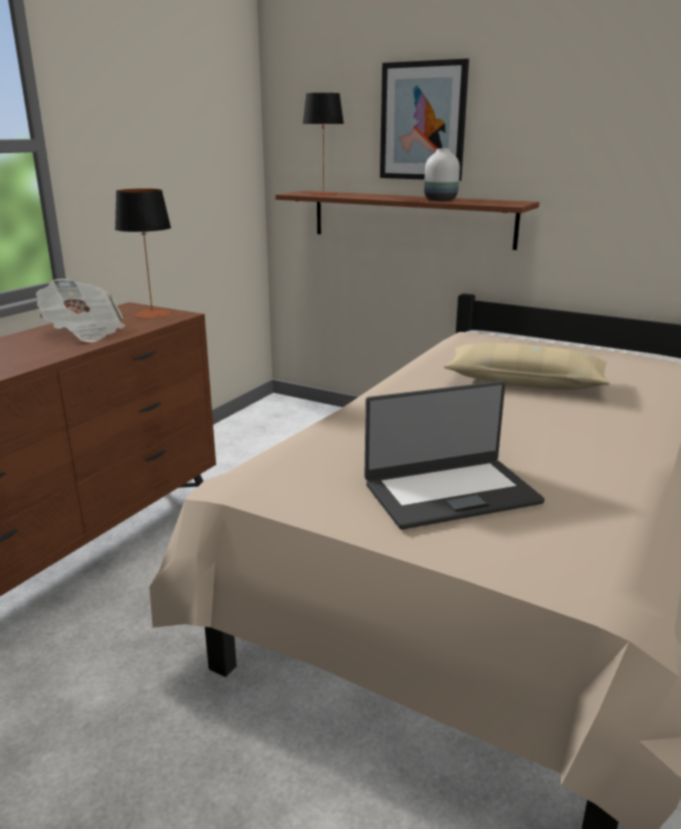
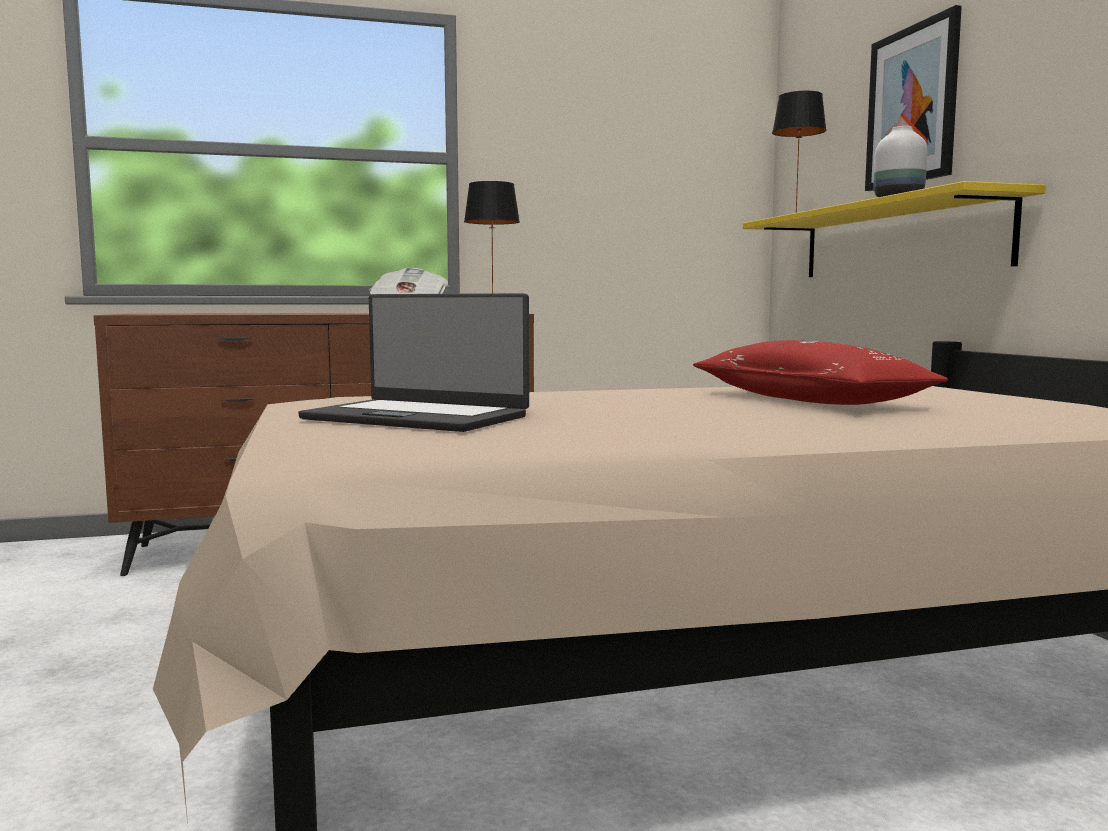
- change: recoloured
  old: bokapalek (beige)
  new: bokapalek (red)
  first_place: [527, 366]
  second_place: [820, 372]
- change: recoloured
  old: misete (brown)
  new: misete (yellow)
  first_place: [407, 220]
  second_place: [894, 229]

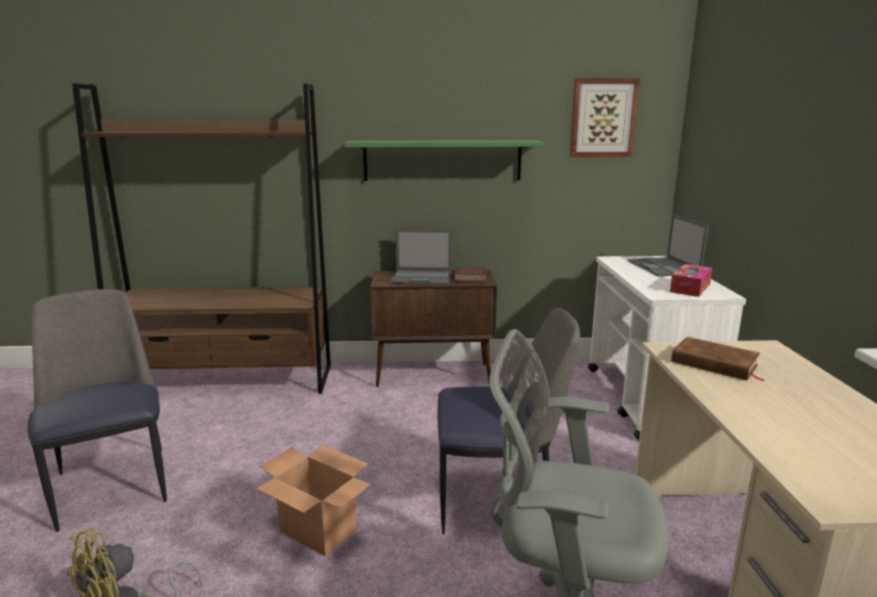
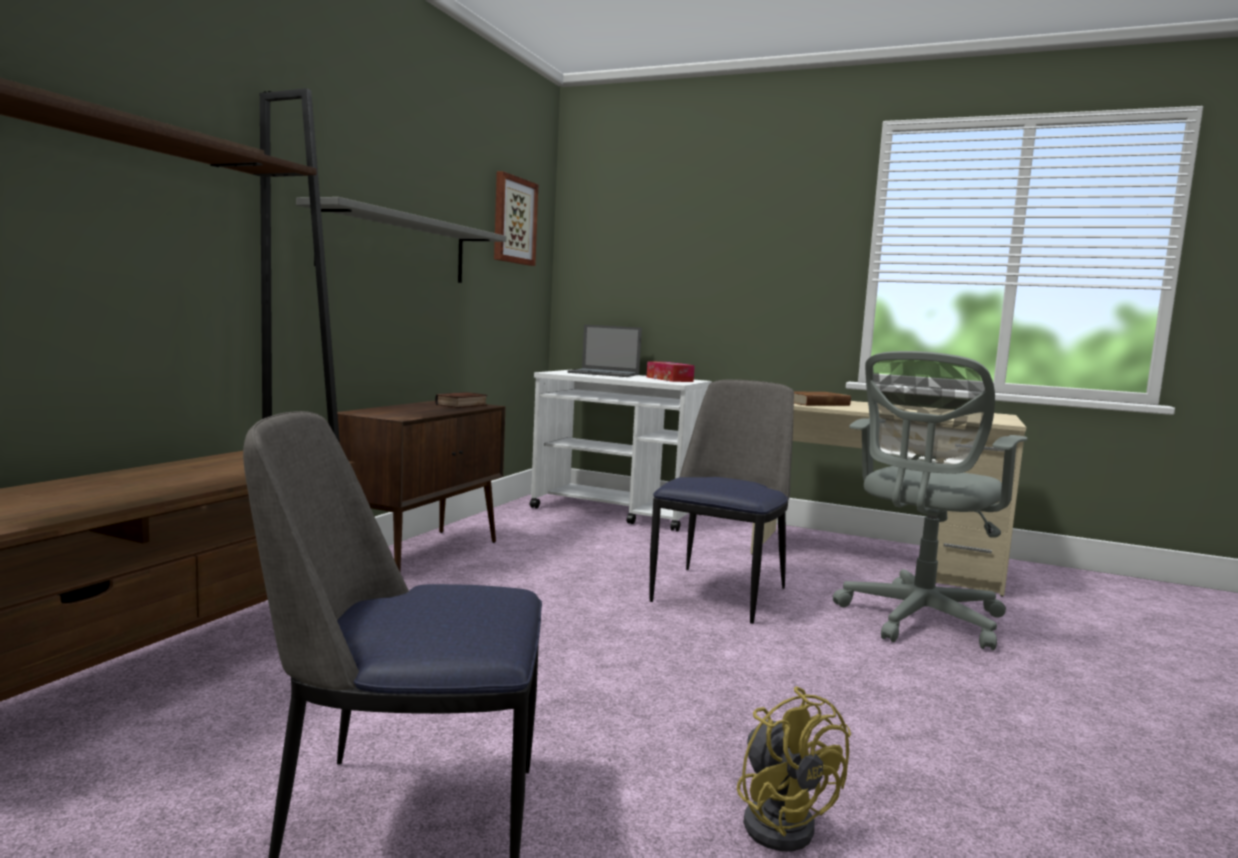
- change: recoloured
  old: misete (green)
  new: misete (grey)
  first_place: [443, 160]
  second_place: [401, 240]
- change: removed
  old: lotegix
  first_place: [313, 500]
- change: removed
  old: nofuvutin
  first_place: [421, 257]

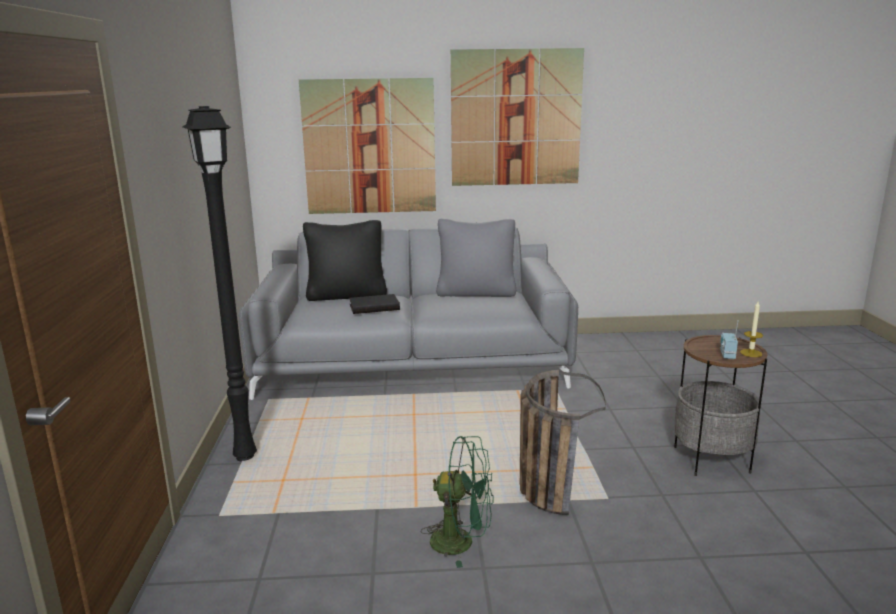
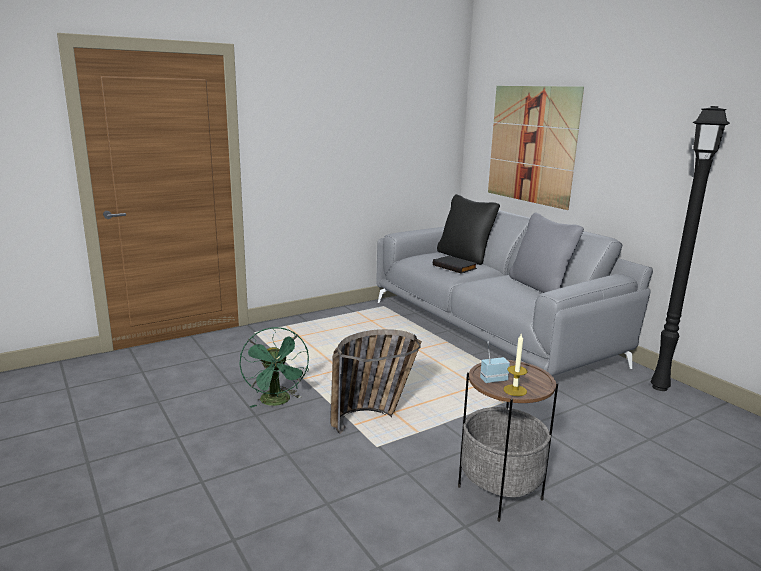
- change: moved
  old: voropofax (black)
  first_place: [220, 284]
  second_place: [690, 248]
- change: removed
  old: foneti
  first_place: [517, 117]

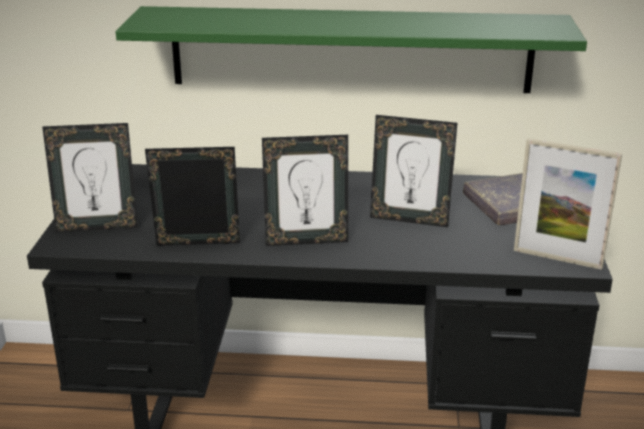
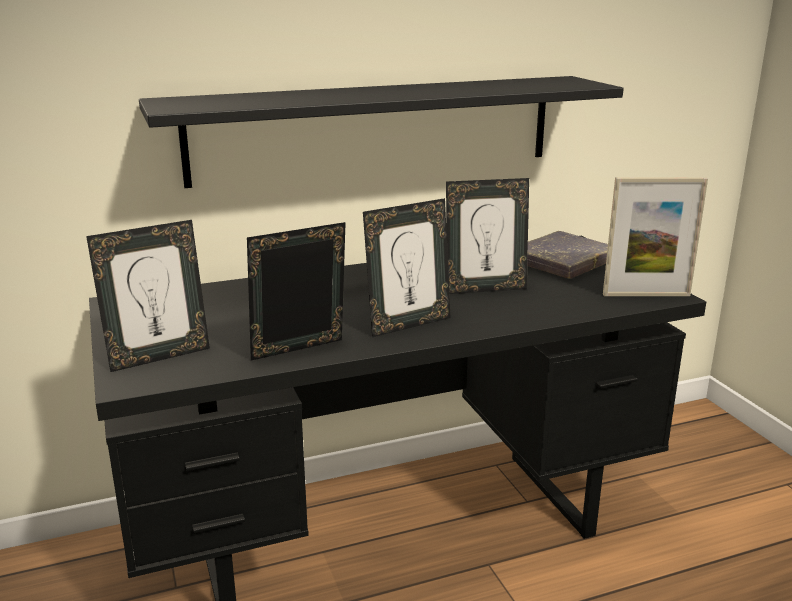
- change: recoloured
  old: misete (green)
  new: misete (black)
  first_place: [351, 49]
  second_place: [381, 132]

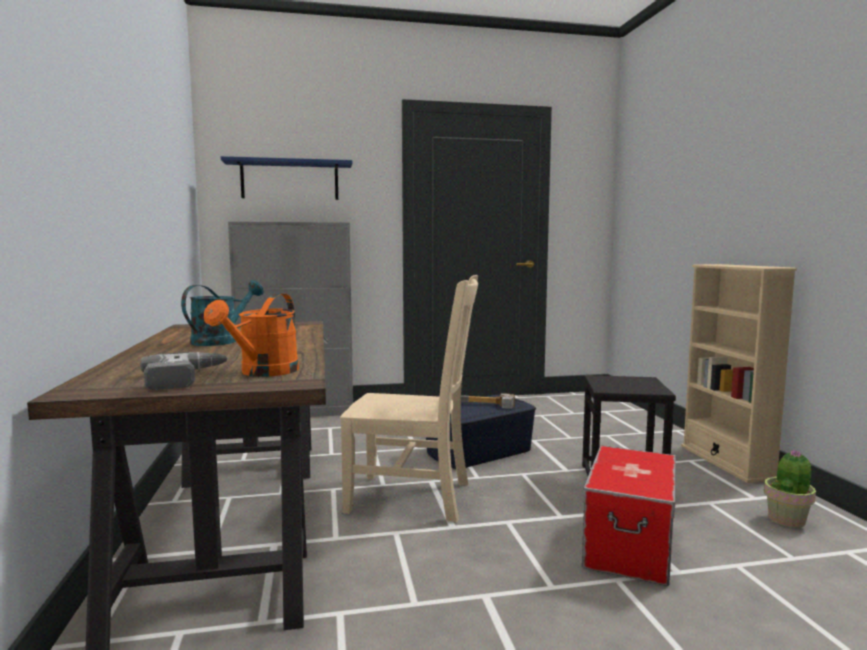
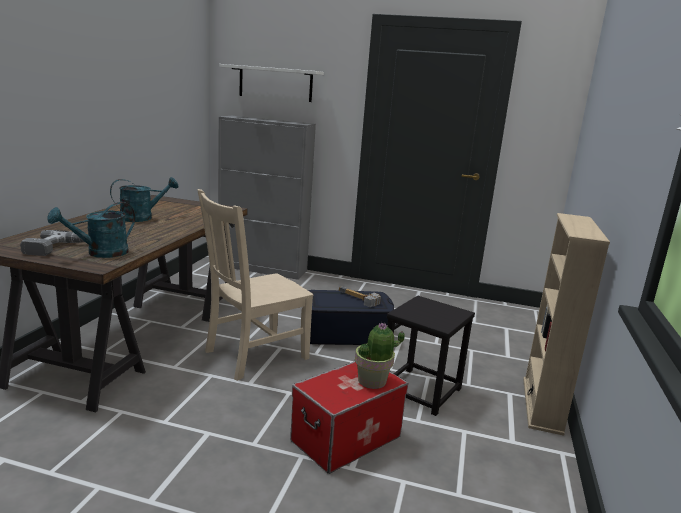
- change: recoloured
  old: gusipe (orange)
  new: gusipe (turquoise)
  first_place: [251, 335]
  second_place: [91, 230]
- change: turned
  old: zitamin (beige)
  first_place: [409, 398]
  second_place: [255, 285]
  degrees: 105
- change: recoloured
  old: misete (blue)
  new: misete (white)
  first_place: [287, 178]
  second_place: [271, 83]
- change: moved
  old: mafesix
  first_place: [790, 488]
  second_place: [380, 355]

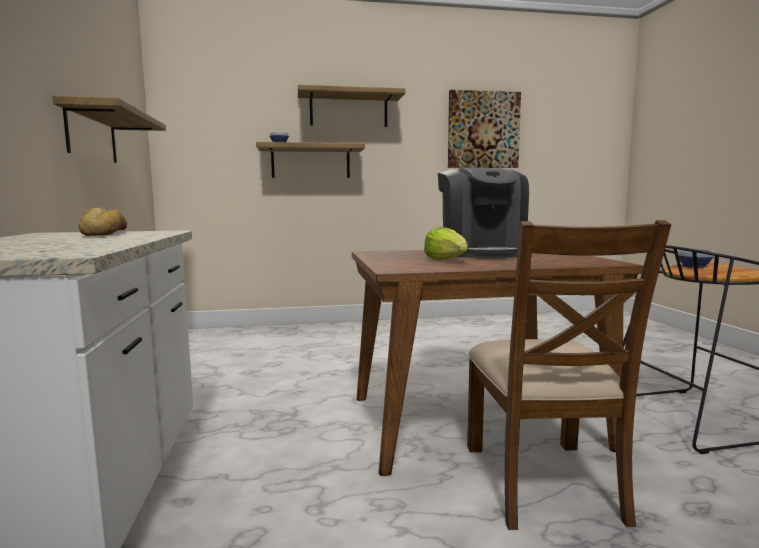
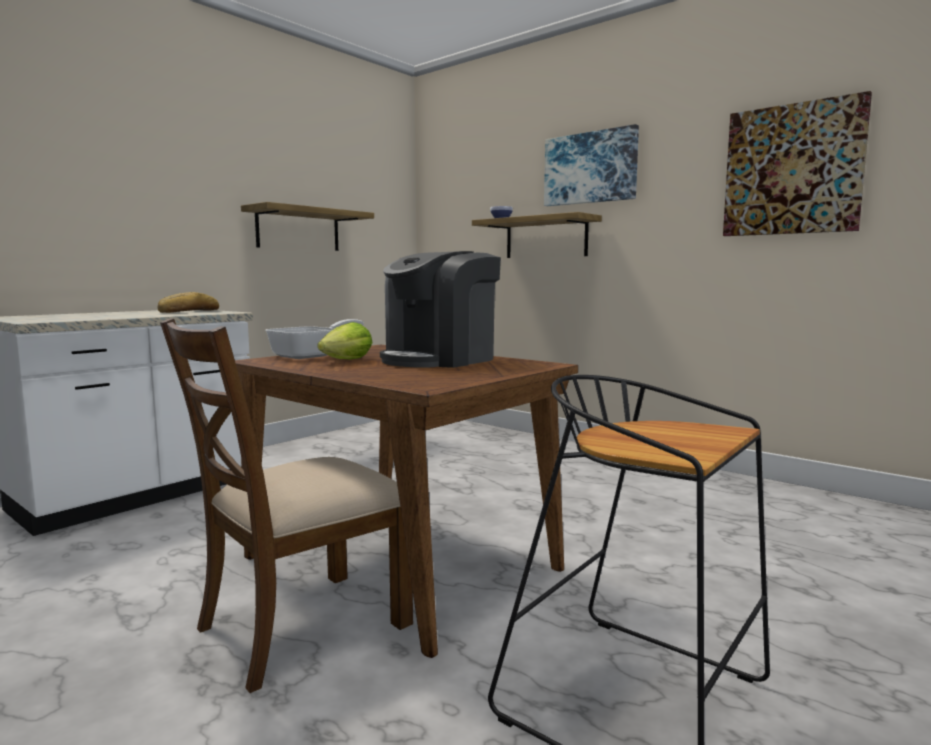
- change: added
  new: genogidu
  second_place: [314, 339]
- change: replaced
  old: misete
  new: foneti
  first_place: [352, 106]
  second_place: [591, 165]
- change: removed
  old: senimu
  first_place: [696, 258]

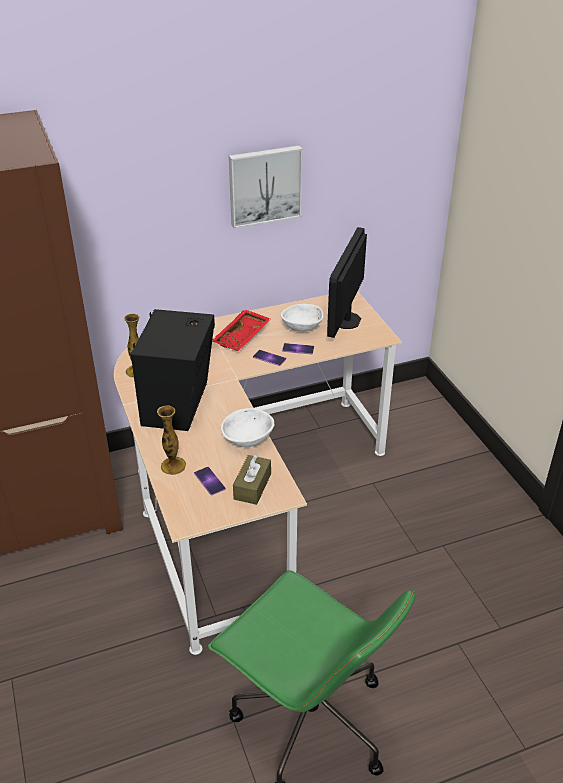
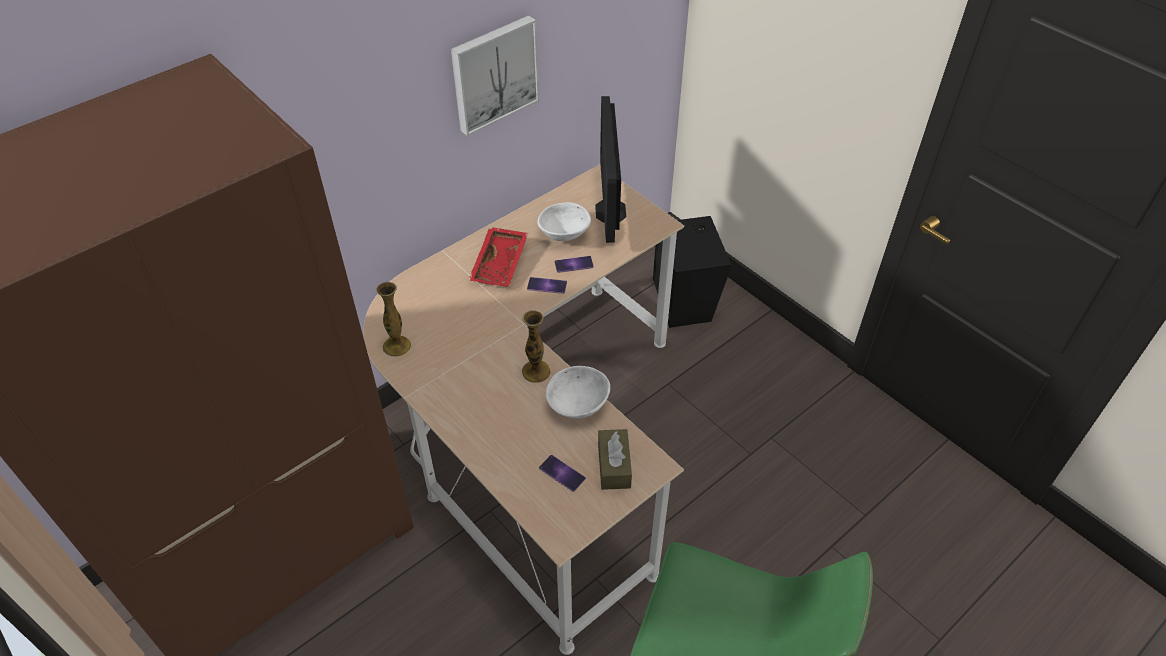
- change: moved
  old: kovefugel
  first_place: [171, 440]
  second_place: [536, 346]
- change: moved
  old: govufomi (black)
  first_place: [173, 370]
  second_place: [692, 272]

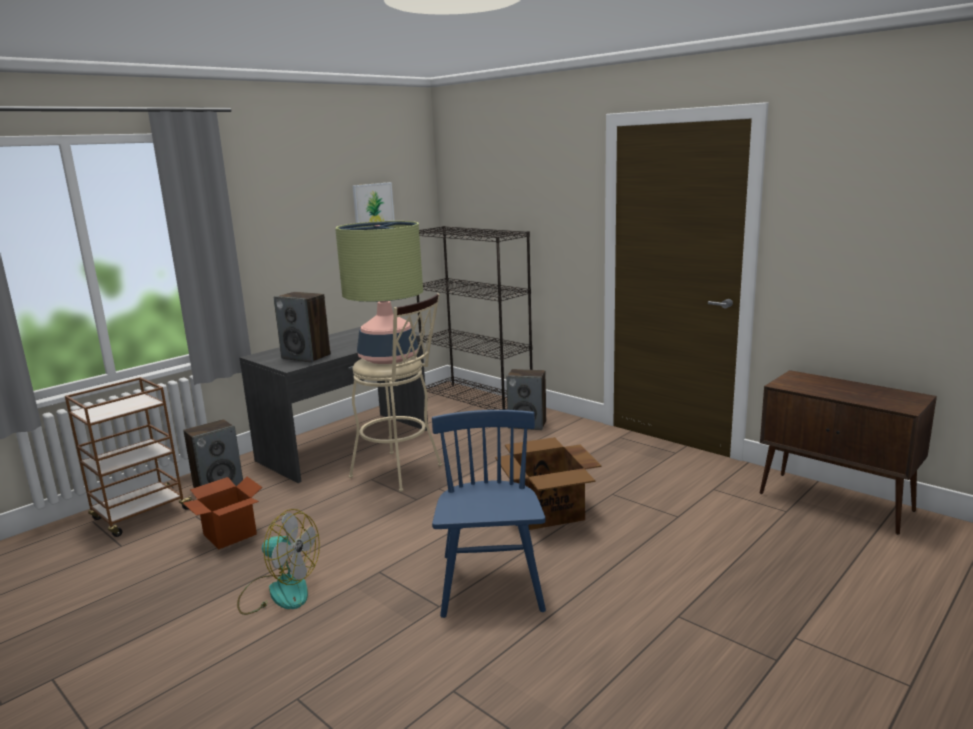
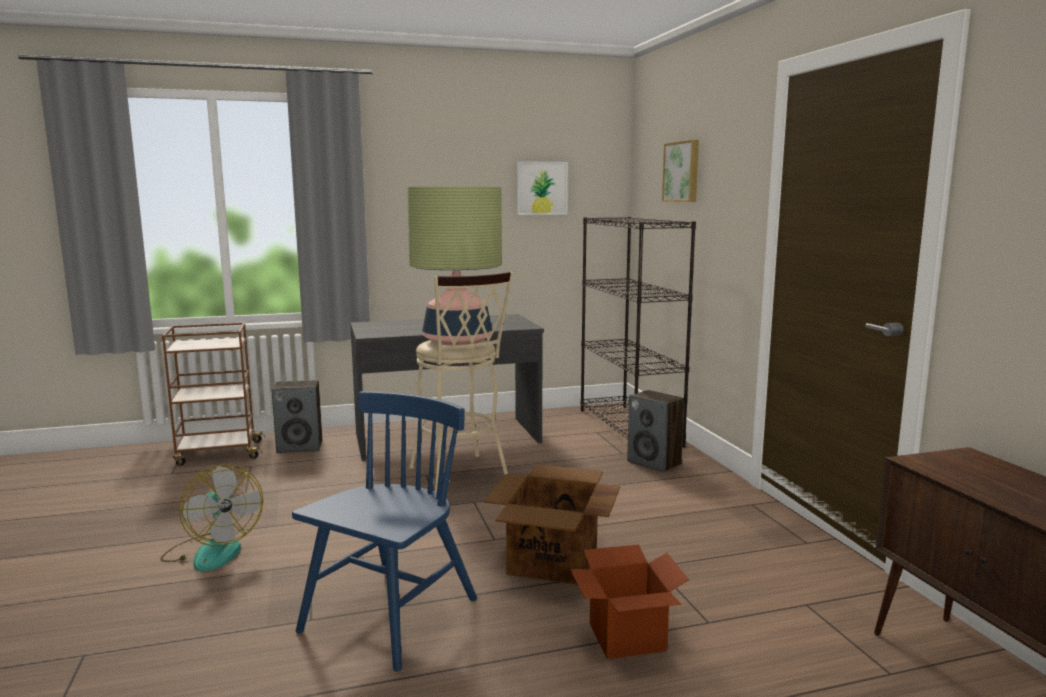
- change: moved
  old: lotegix
  first_place: [222, 513]
  second_place: [629, 601]
- change: added
  new: foneti
  second_place: [680, 171]
- change: removed
  old: govufomi
  first_place: [302, 327]

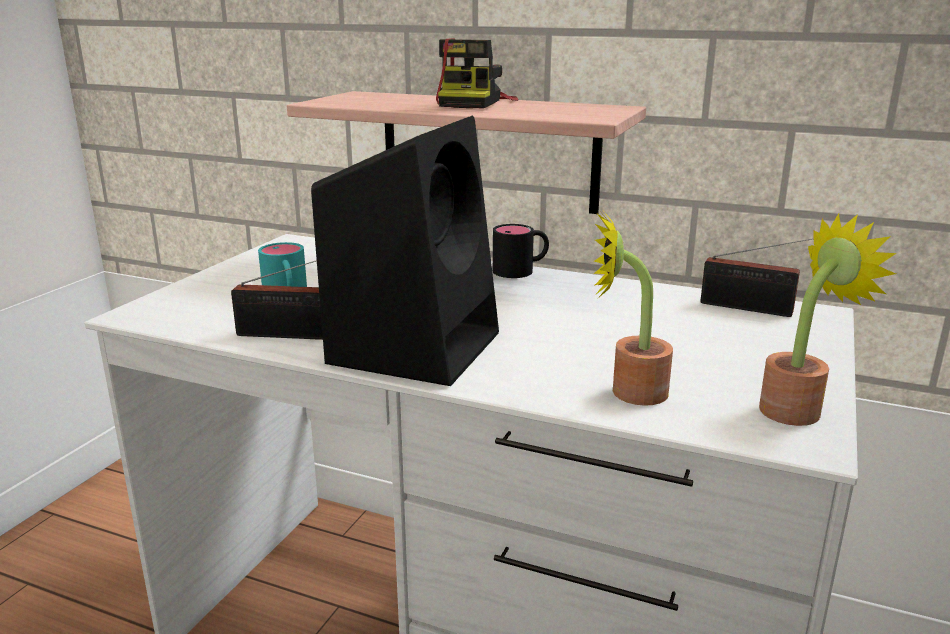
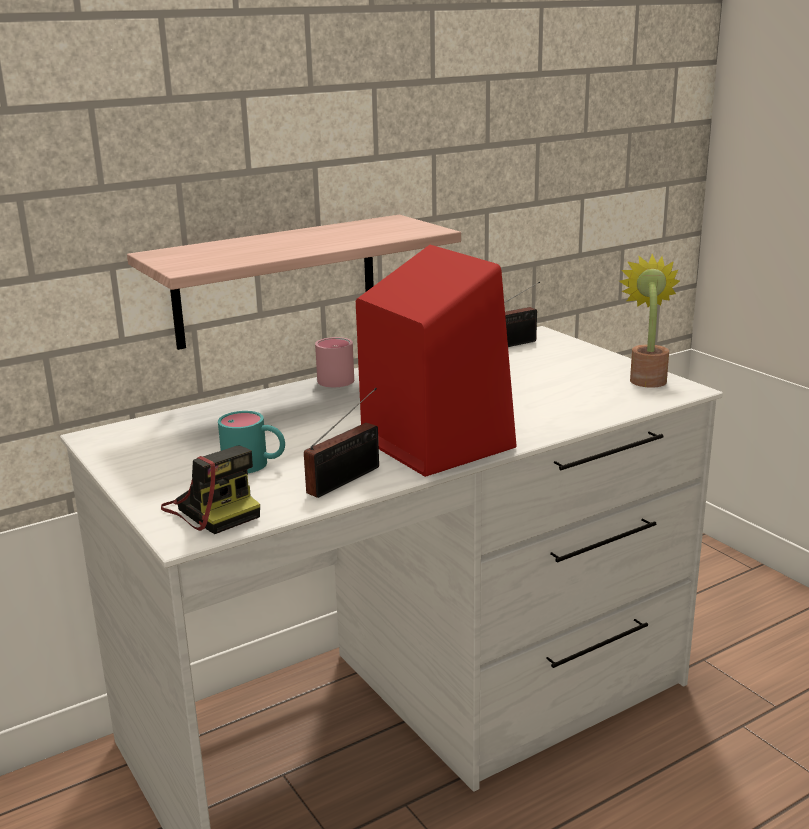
- change: moved
  old: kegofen
  first_place: [477, 73]
  second_place: [210, 489]
- change: recoloured
  old: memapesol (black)
  new: memapesol (pink)
  first_place: [521, 251]
  second_place: [334, 362]
- change: recoloured
  old: govufomi (black)
  new: govufomi (red)
  first_place: [405, 251]
  second_place: [436, 361]
- change: removed
  old: mafesix
  first_place: [633, 307]

